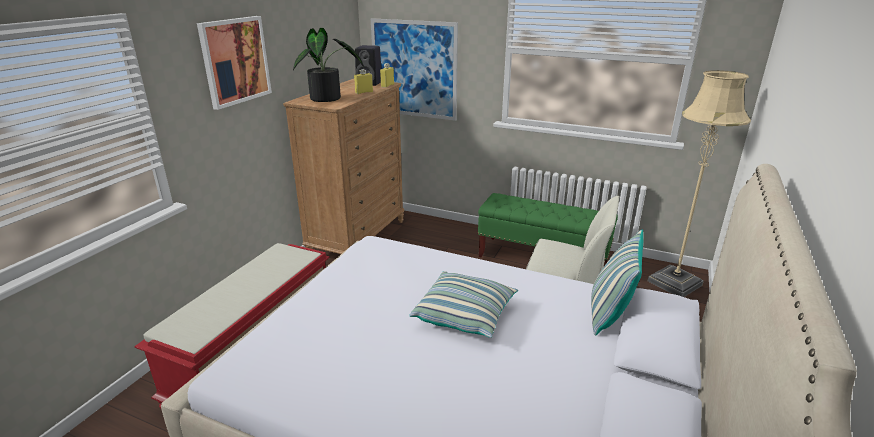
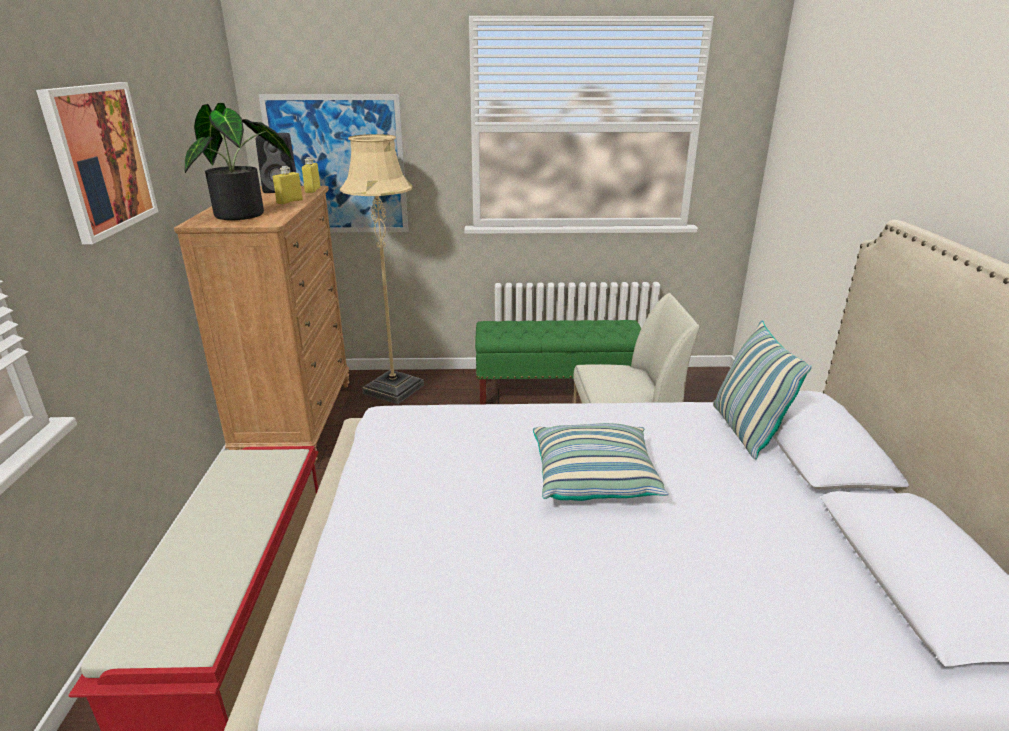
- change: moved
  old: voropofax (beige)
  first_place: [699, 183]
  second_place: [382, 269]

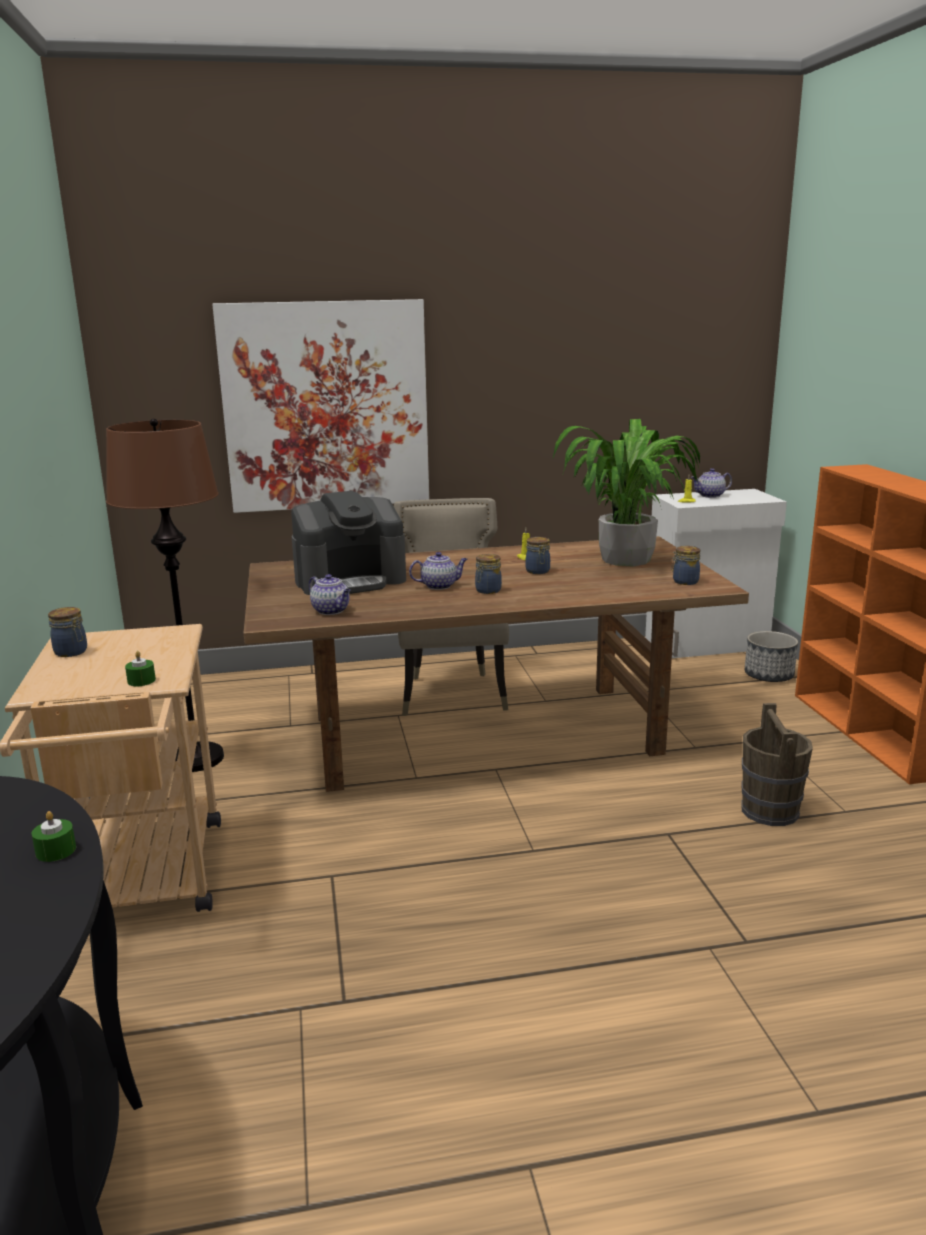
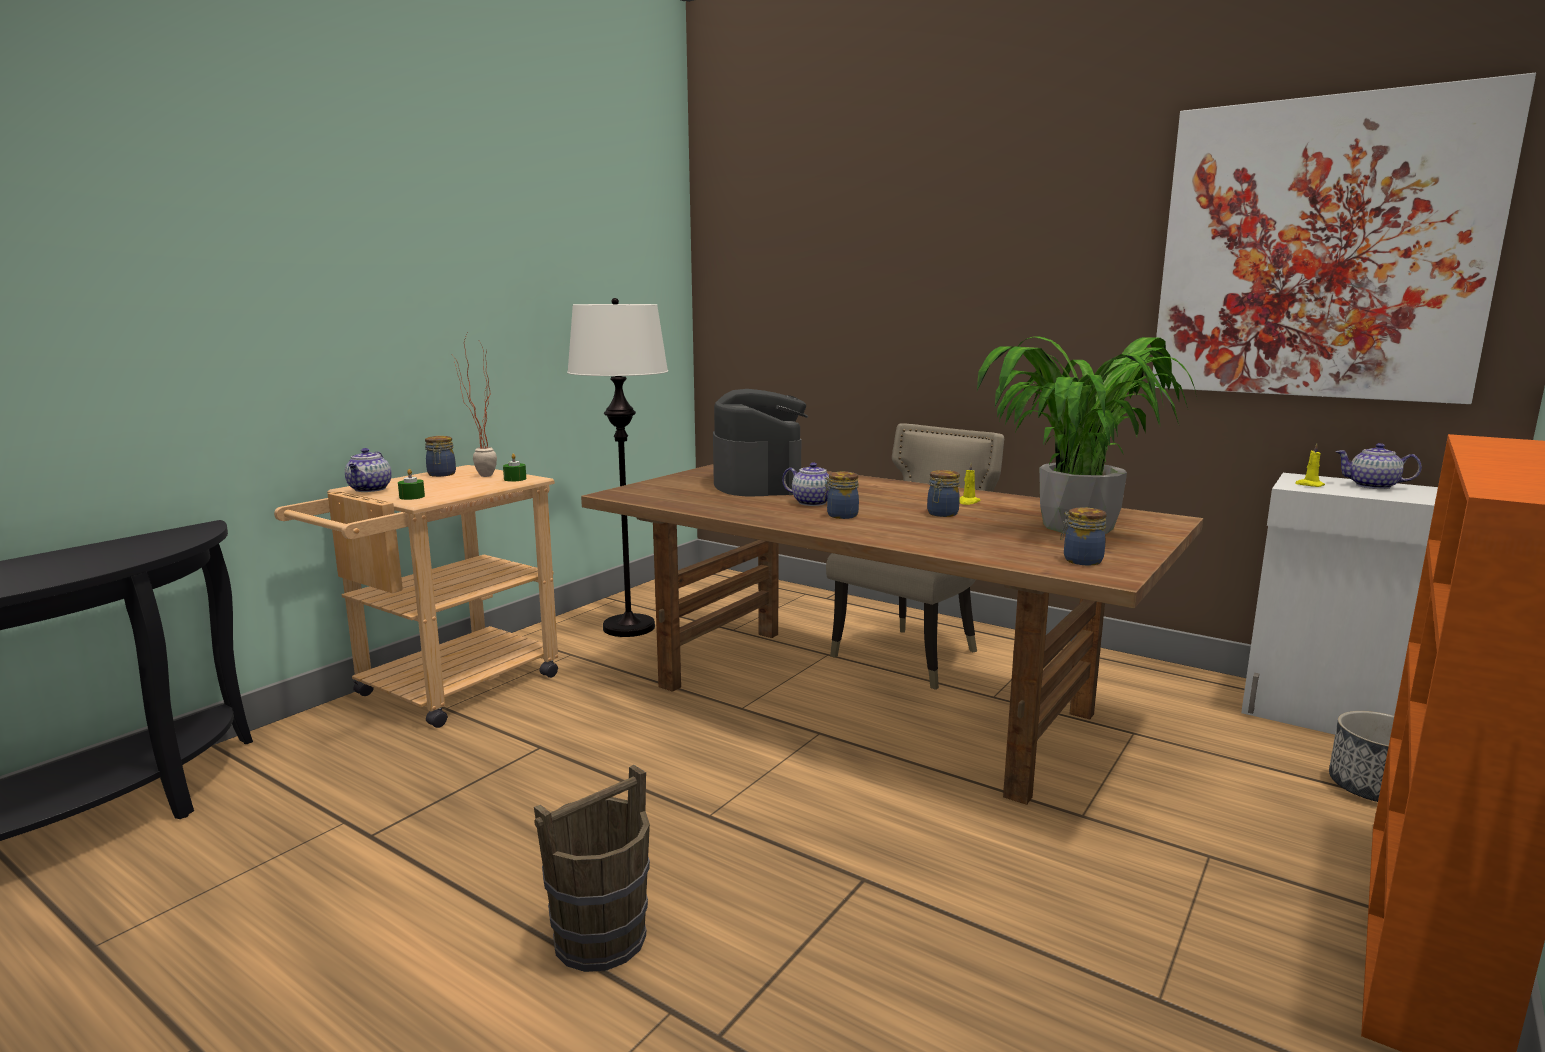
- change: moved
  old: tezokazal
  first_place: [330, 594]
  second_place: [368, 470]
- change: added
  new: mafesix
  second_place: [475, 406]
- change: moved
  old: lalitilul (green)
  first_place: [54, 836]
  second_place: [514, 467]
- change: moved
  old: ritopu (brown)
  first_place: [777, 764]
  second_place: [592, 868]
- change: recoloured
  old: voropofax (brown)
  new: voropofax (white)
  first_place: [165, 595]
  second_place: [617, 467]
- change: turned
  old: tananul
  first_place: [348, 543]
  second_place: [760, 442]
  degrees: -120
- change: moved
  old: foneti
  first_place: [320, 406]
  second_place: [1344, 238]

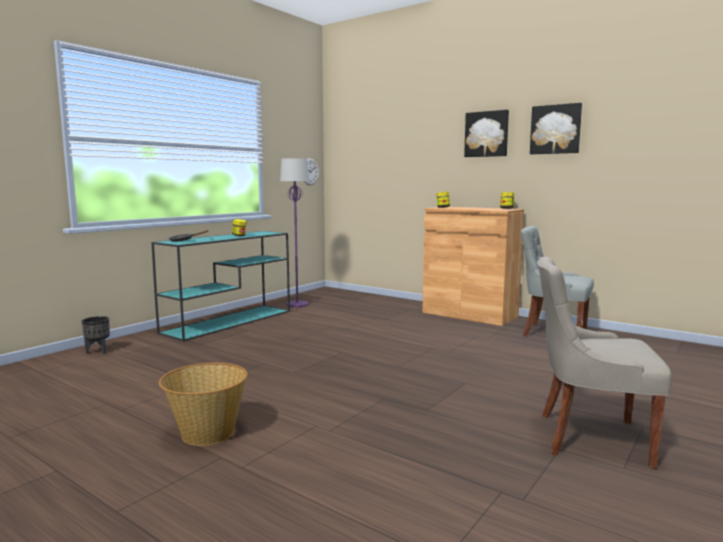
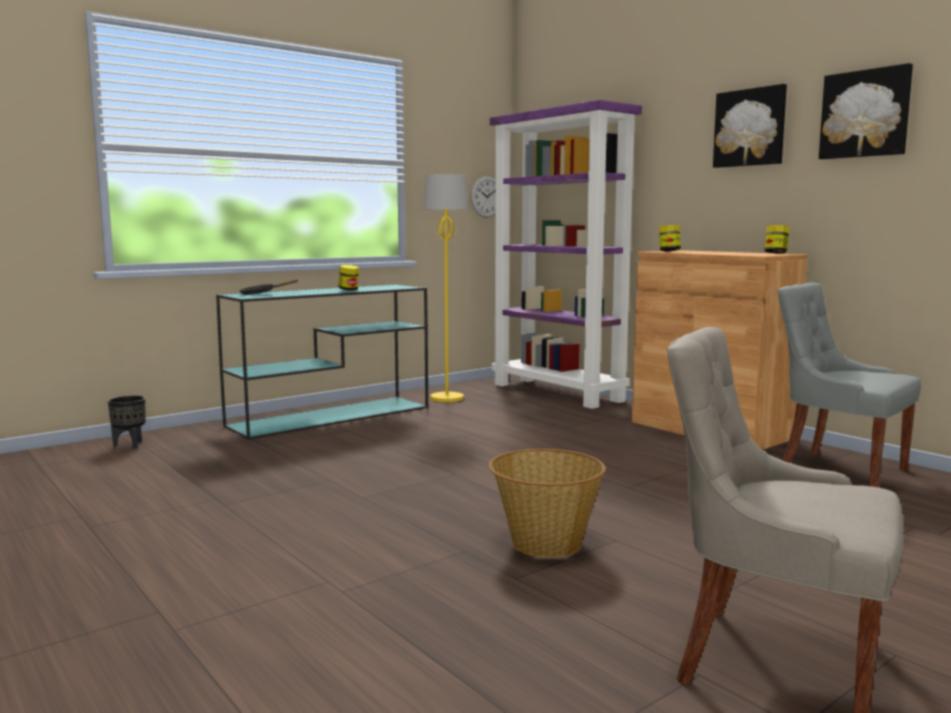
- change: recoloured
  old: voropofax (purple)
  new: voropofax (yellow)
  first_place: [294, 233]
  second_place: [446, 288]
- change: moved
  old: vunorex
  first_place: [203, 404]
  second_place: [547, 503]
- change: added
  new: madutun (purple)
  second_place: [566, 254]

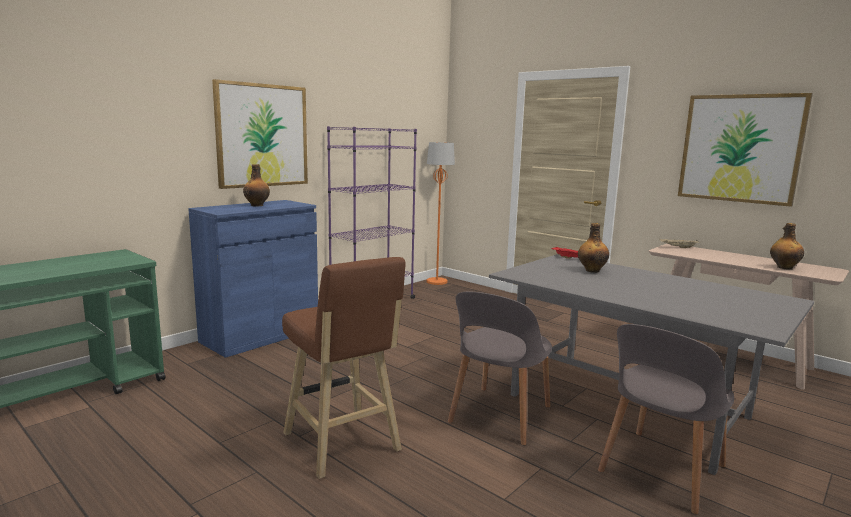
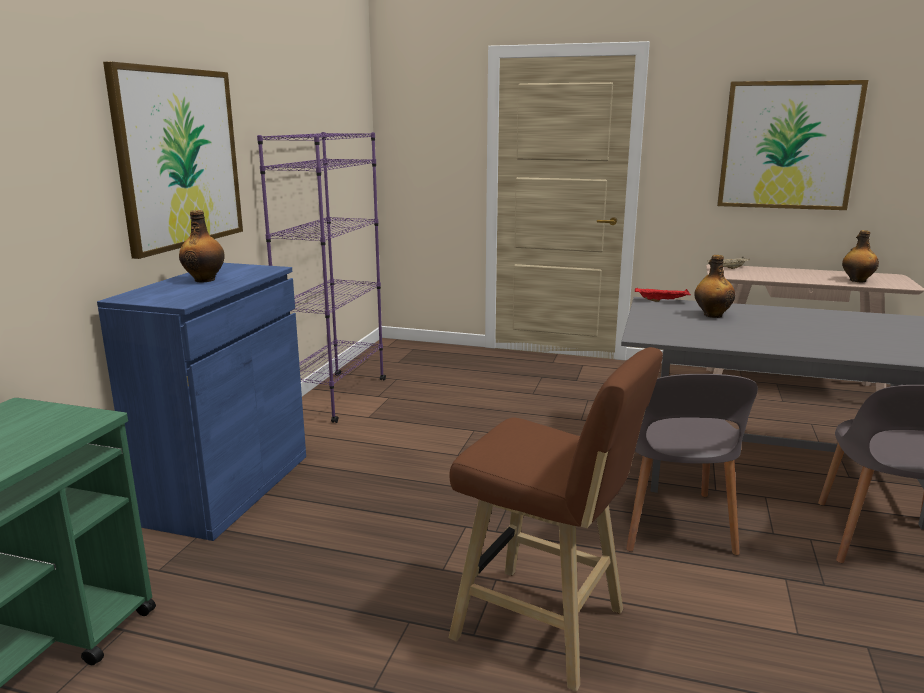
- change: removed
  old: voropofax (orange)
  first_place: [441, 213]

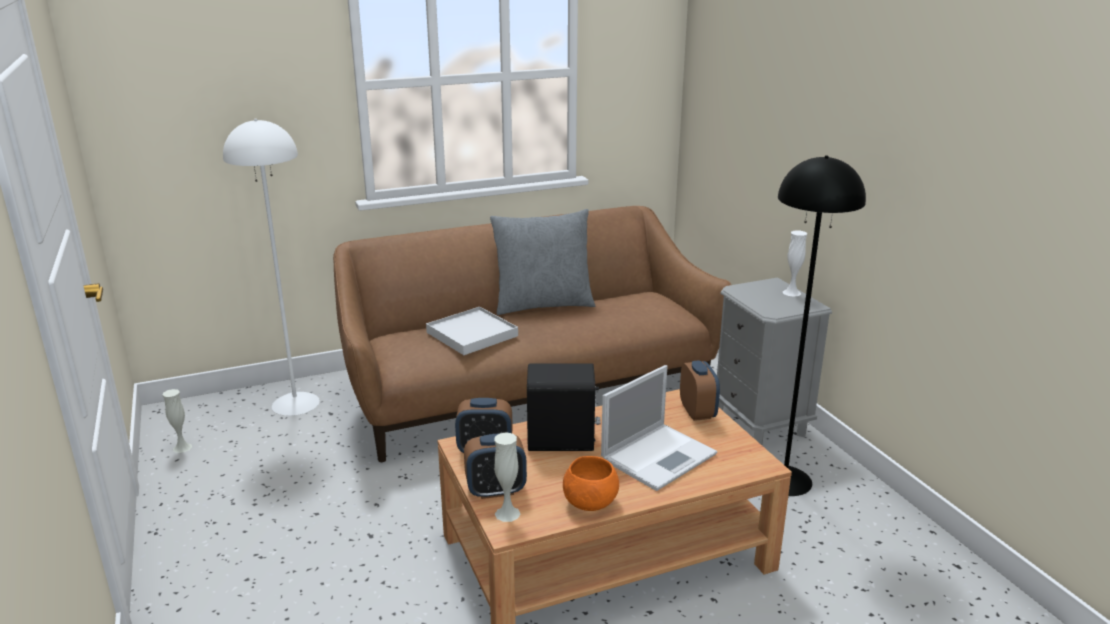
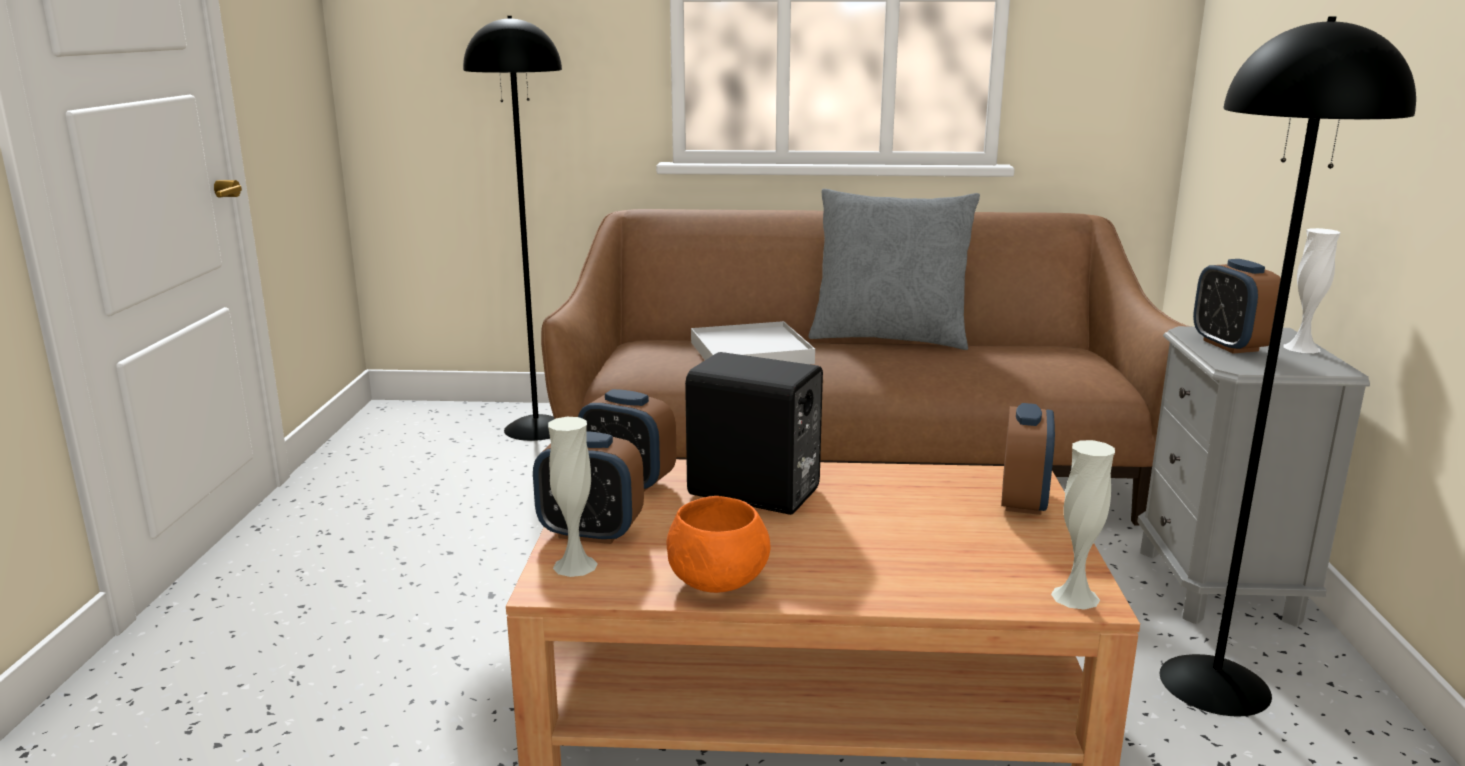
- change: recoloured
  old: voropofax (white)
  new: voropofax (black)
  first_place: [271, 267]
  second_place: [512, 228]
- change: moved
  old: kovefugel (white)
  first_place: [177, 421]
  second_place: [1083, 525]
- change: added
  new: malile
  second_place: [1237, 306]
- change: removed
  old: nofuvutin
  first_place: [659, 428]

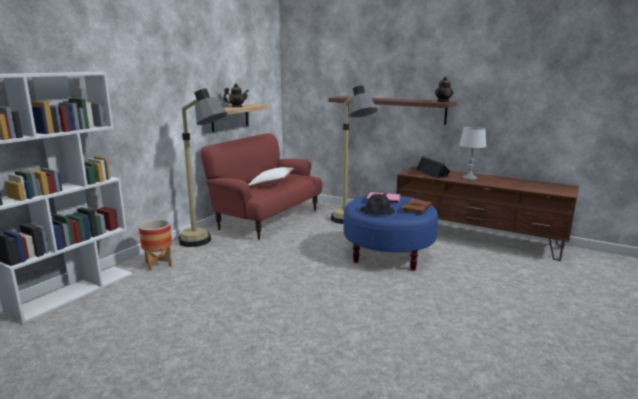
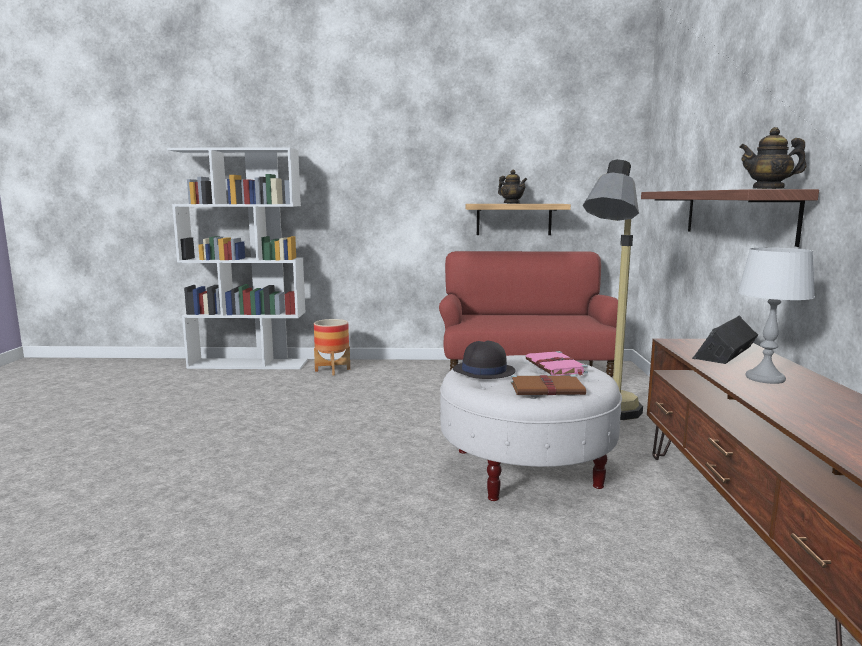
- change: recoloured
  old: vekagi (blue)
  new: vekagi (white)
  first_place: [390, 233]
  second_place: [531, 428]
- change: removed
  old: voropofax
  first_place: [203, 168]
- change: removed
  old: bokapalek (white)
  first_place: [271, 177]

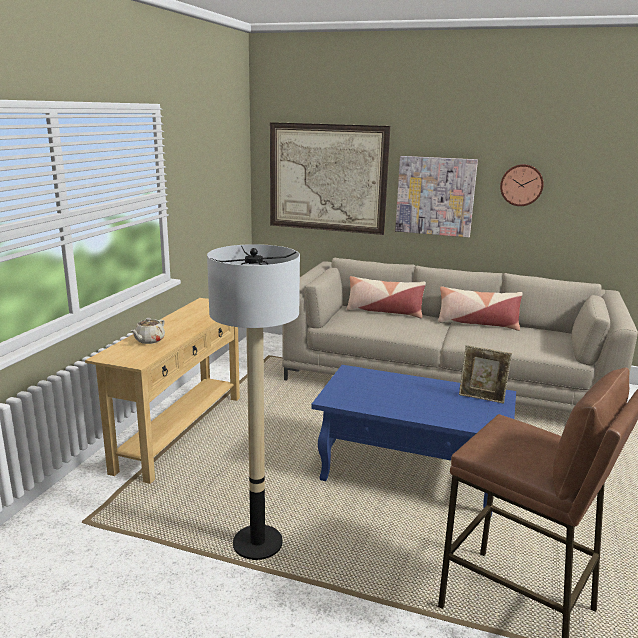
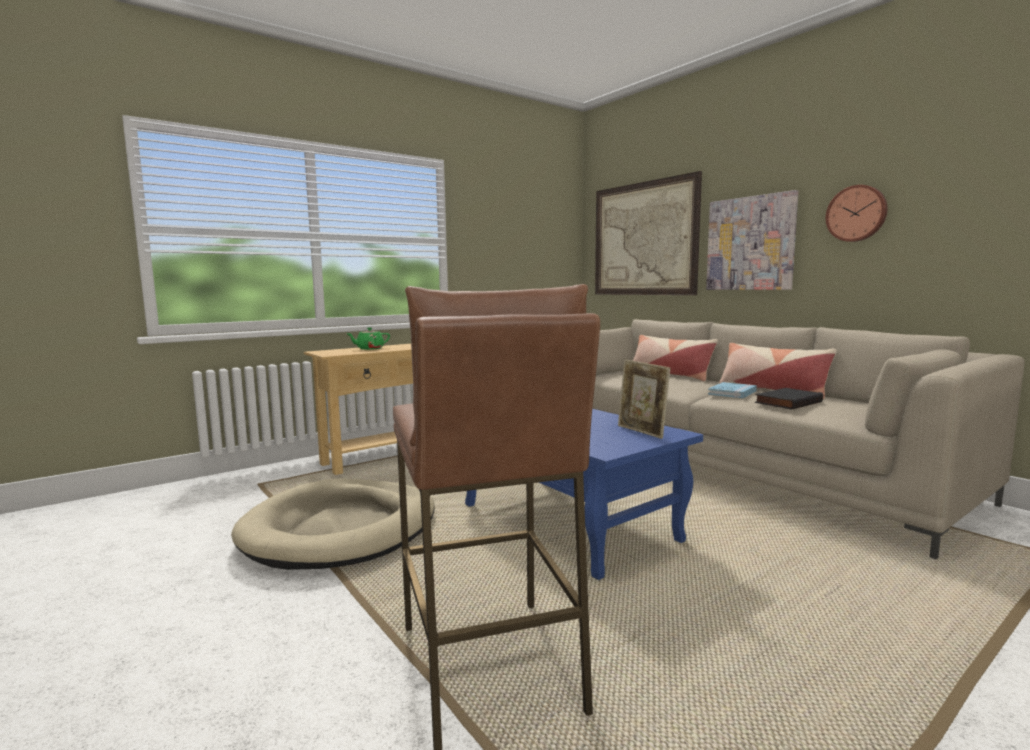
- change: replaced
  old: voropofax
  new: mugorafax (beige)
  first_place: [253, 402]
  second_place: [333, 524]
- change: recoloured
  old: tezokazal (beige)
  new: tezokazal (green)
  first_place: [147, 331]
  second_place: [368, 339]
- change: added
  new: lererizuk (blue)
  second_place: [732, 390]
- change: added
  new: lererizuk (black)
  second_place: [789, 399]

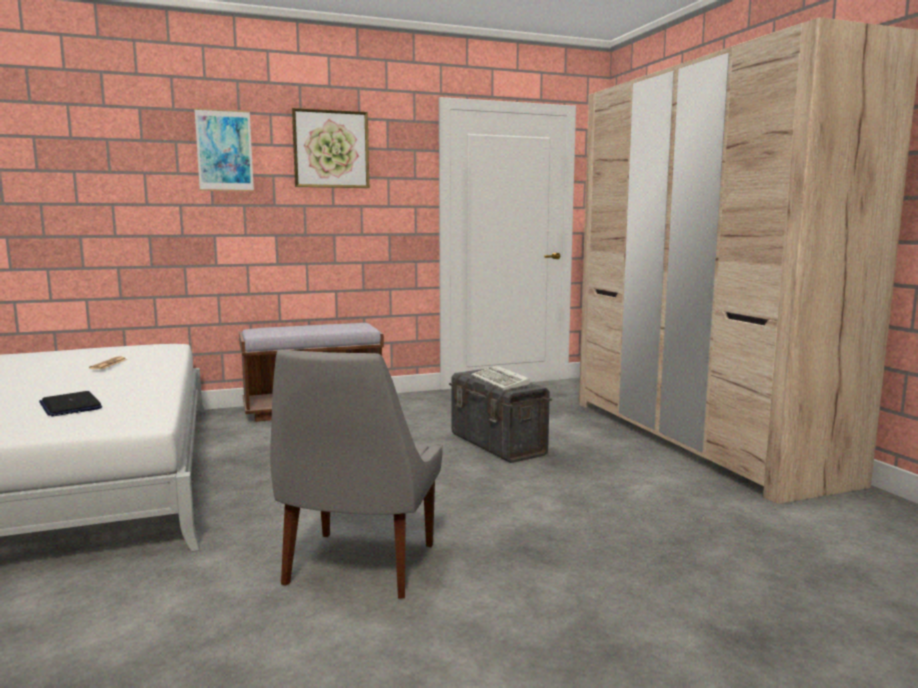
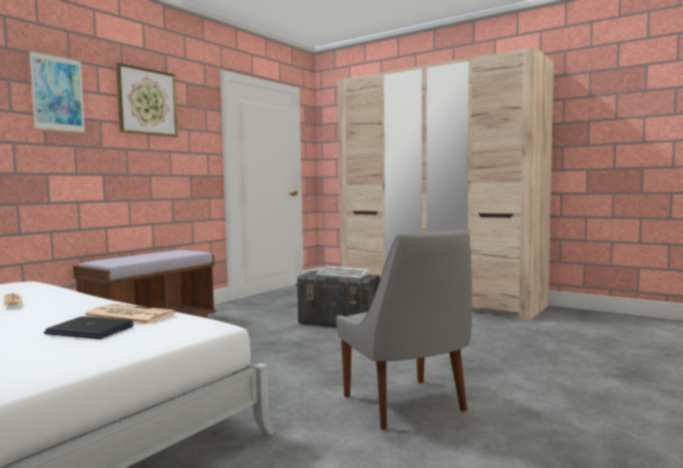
- change: added
  new: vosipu
  second_place: [131, 314]

